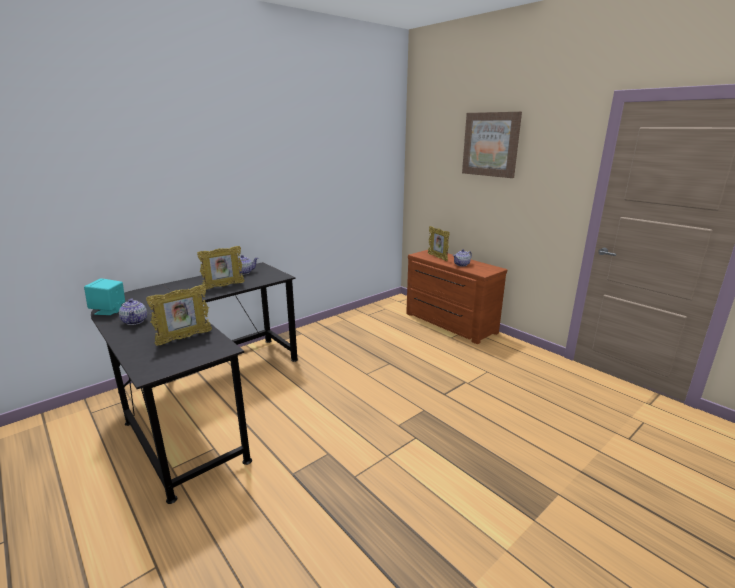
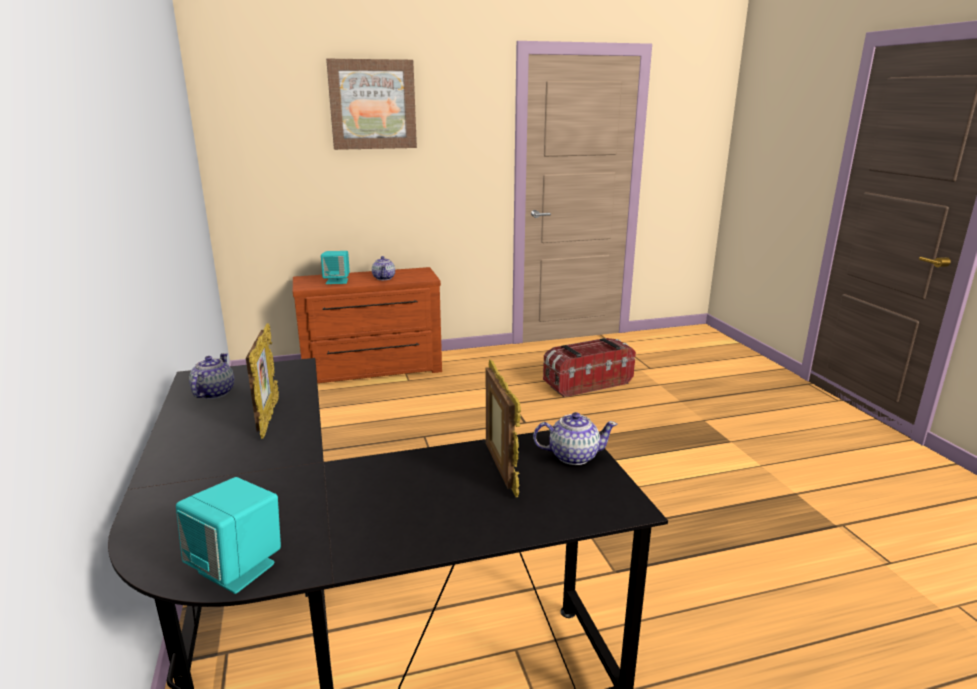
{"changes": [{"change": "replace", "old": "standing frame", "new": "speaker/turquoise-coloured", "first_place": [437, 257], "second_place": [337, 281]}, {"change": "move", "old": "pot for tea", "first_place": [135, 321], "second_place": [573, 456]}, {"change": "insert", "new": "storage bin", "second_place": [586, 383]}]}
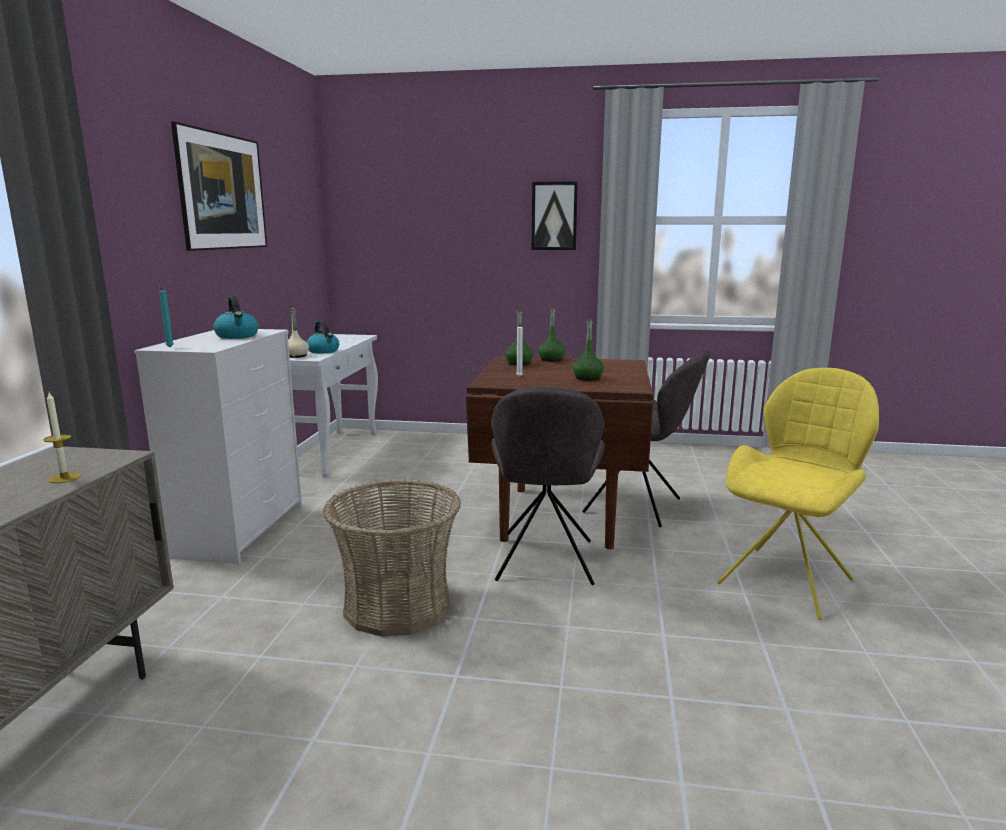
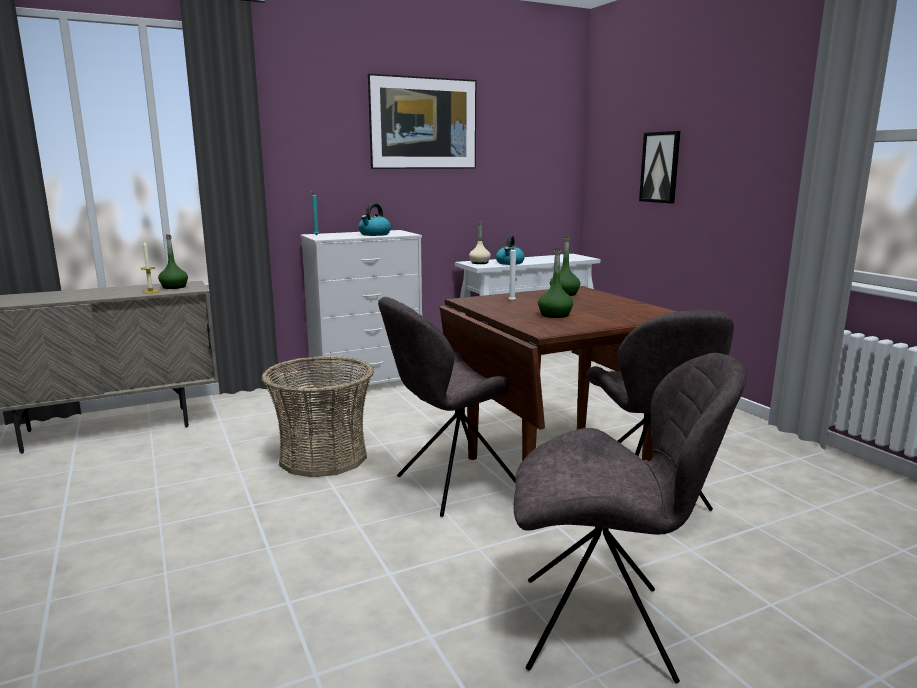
{"changes": [{"change": "move", "old": "picture", "first_place": [554, 216], "second_place": [660, 167]}, {"change": "move", "old": "drink bottle/green-coloured", "first_place": [551, 360], "second_place": [174, 287]}, {"change": "recolor", "old": "plain chair/yellow-coloured", "new": "plain chair/greyish", "first_place": [787, 580], "second_place": [603, 628]}]}
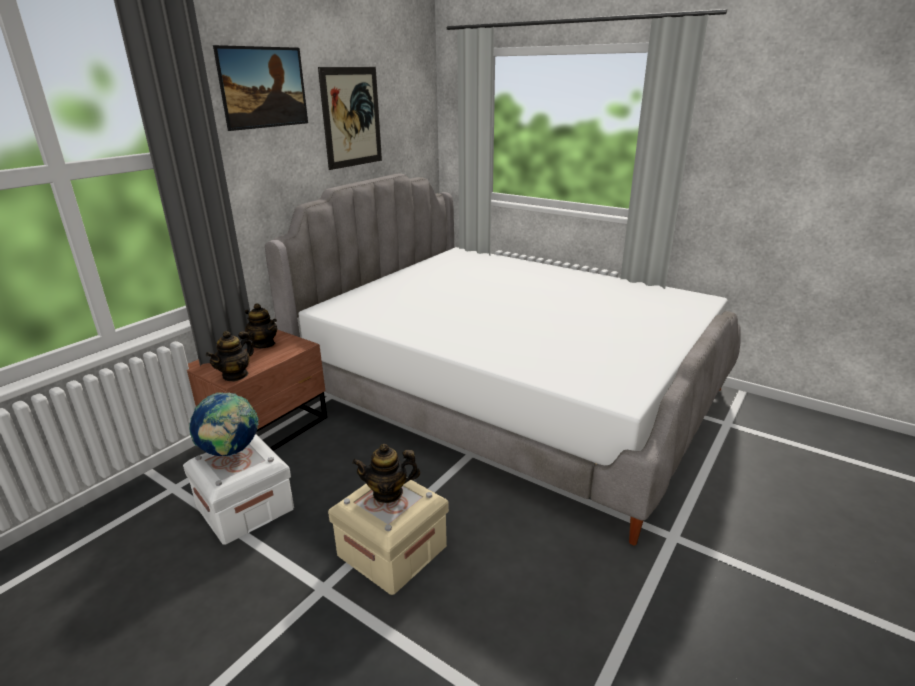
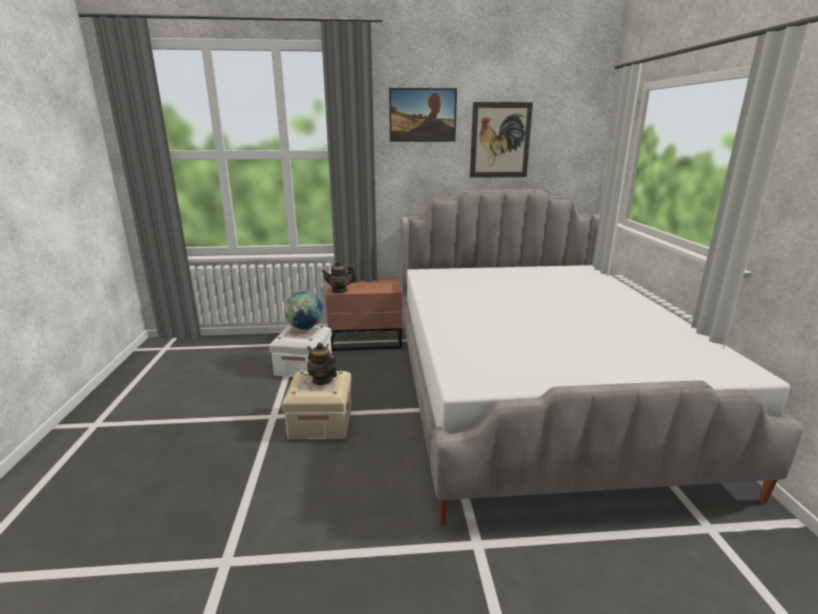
{"changes": [{"change": "delete", "old": "pot for tea", "first_place": [263, 344]}]}
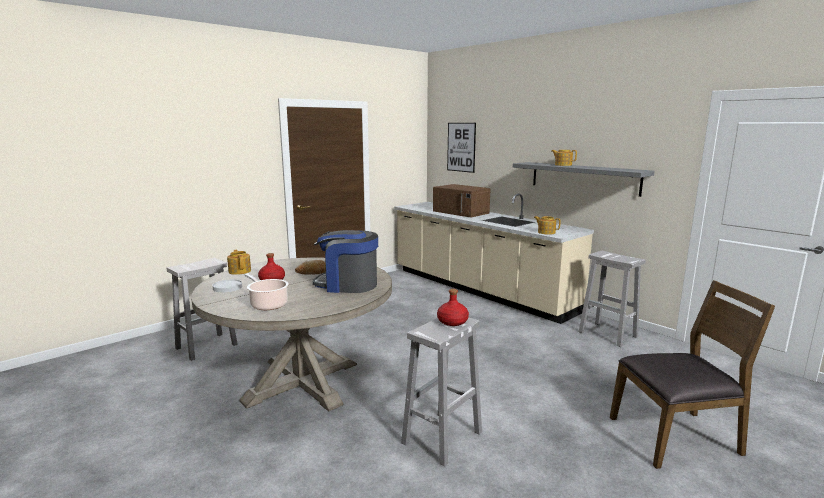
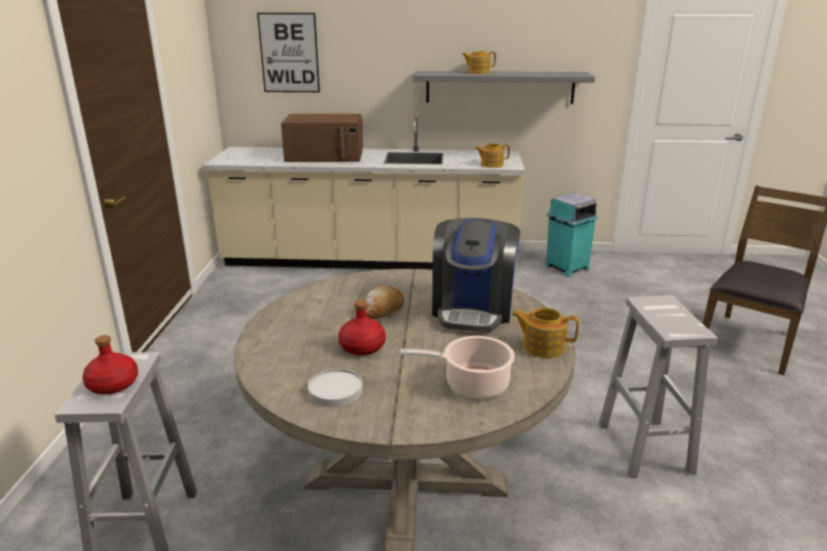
{"changes": [{"change": "rotate", "old": "coffee maker", "first_place": [347, 285], "second_place": [473, 309], "degrees": -45}, {"change": "move", "old": "pot for tea", "first_place": [240, 271], "second_place": [542, 346]}, {"change": "replace", "old": "stool/white", "new": "trash can/turquoise-coloured", "first_place": [608, 334], "second_place": [566, 267]}, {"change": "move", "old": "drink bottle/red-coloured", "first_place": [452, 322], "second_place": [114, 384]}]}
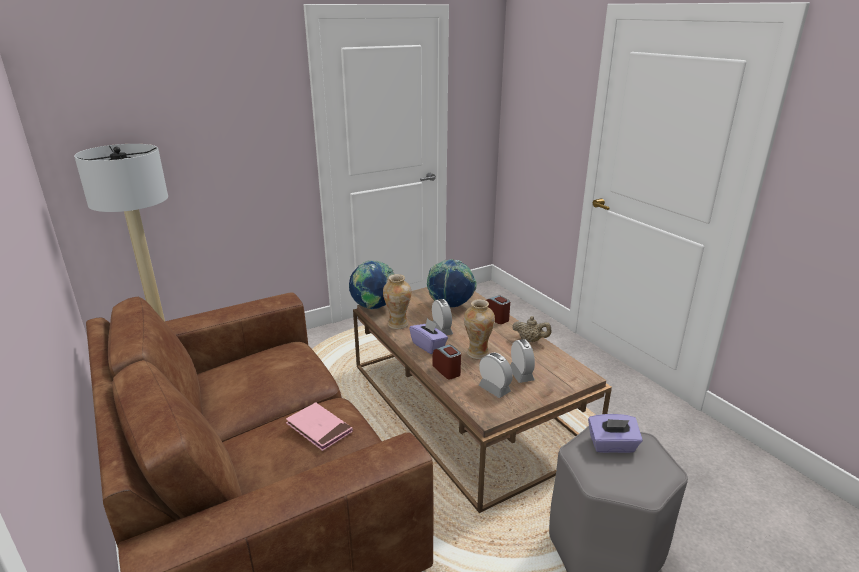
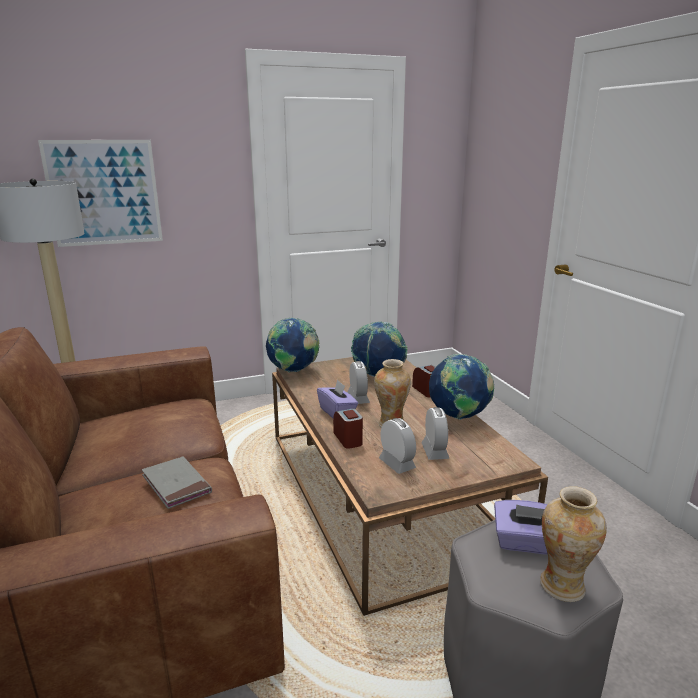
{"changes": [{"change": "move", "old": "flower vase", "first_place": [398, 324], "second_place": [562, 586]}, {"change": "replace", "old": "pot for tea/beige-coloured", "new": "globe", "first_place": [530, 340], "second_place": [459, 416]}, {"change": "recolor", "old": "volume/pinkish", "new": "volume/greyish", "first_place": [319, 428], "second_place": [176, 485]}, {"change": "insert", "new": "picture", "second_place": [104, 193]}]}
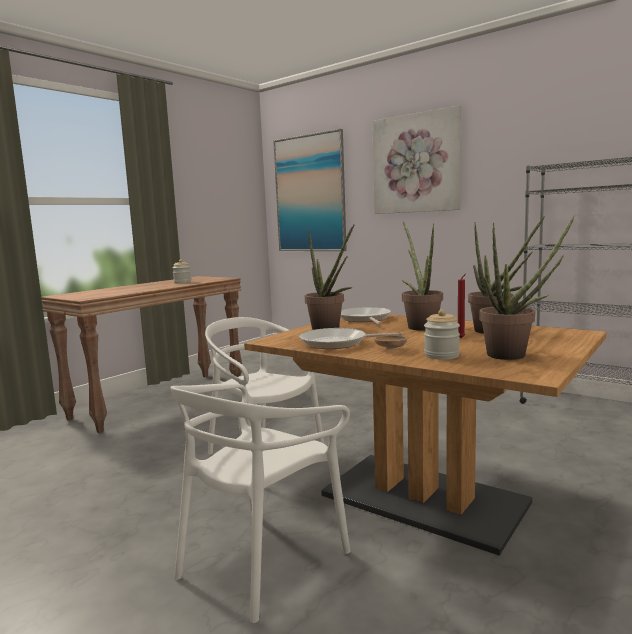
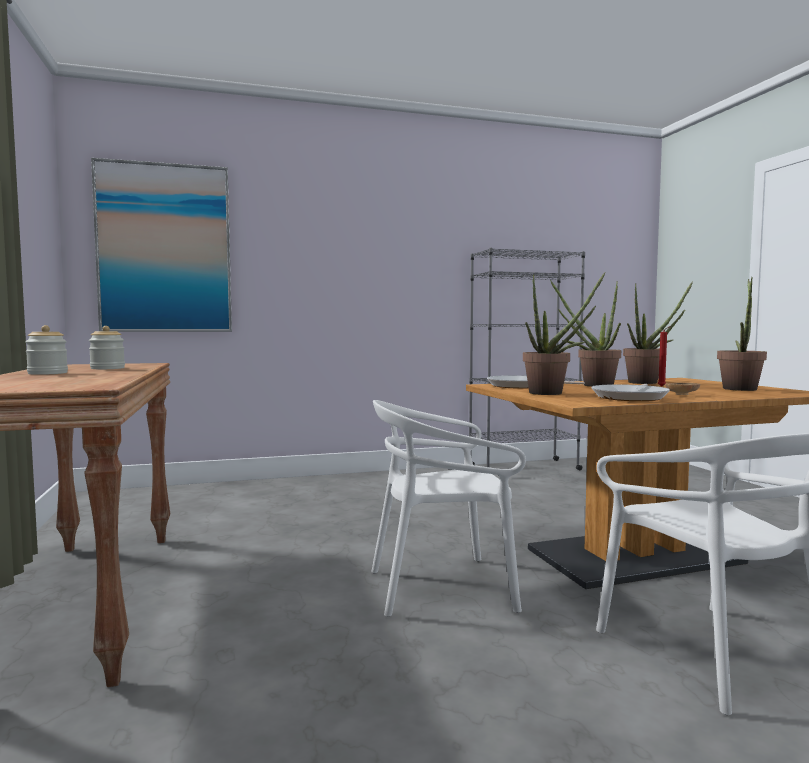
{"changes": [{"change": "delete", "old": "picture", "first_place": [416, 163]}, {"change": "move", "old": "storage jar", "first_place": [441, 355], "second_place": [47, 373]}]}
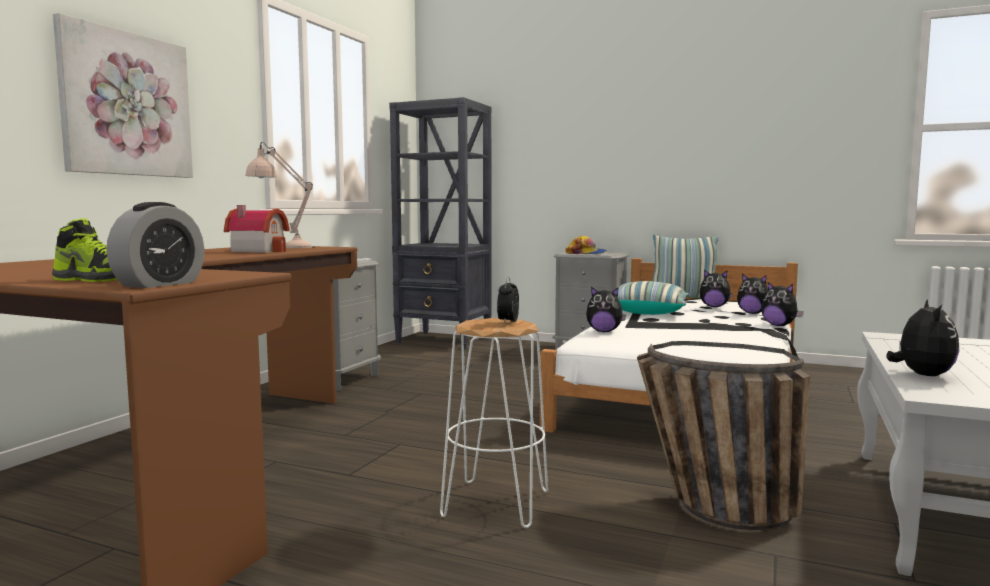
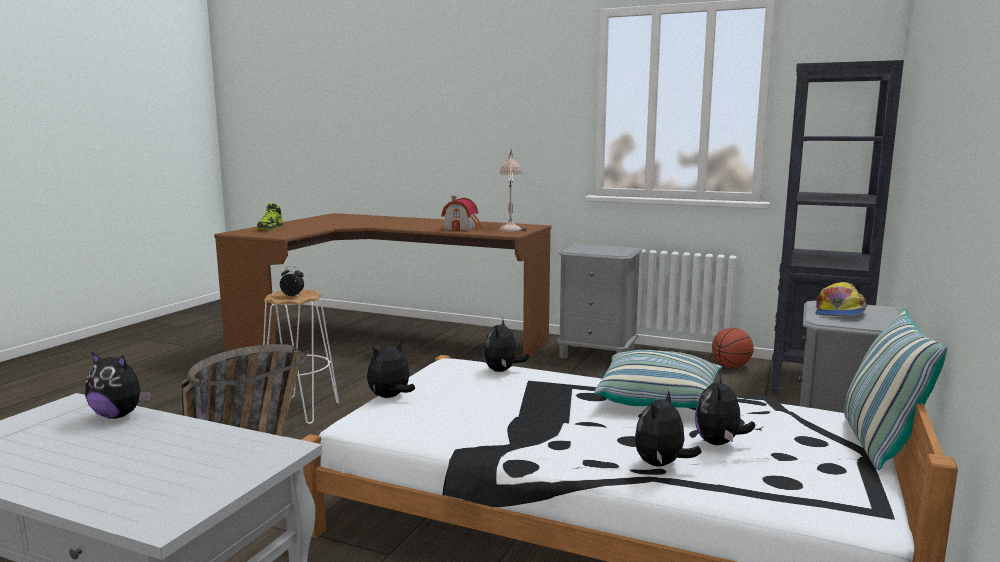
{"changes": [{"change": "delete", "old": "picture", "first_place": [126, 104]}, {"change": "delete", "old": "bedside clock", "first_place": [159, 284]}, {"change": "move", "old": "soft toy", "first_place": [779, 325], "second_place": [390, 397]}, {"change": "insert", "new": "ball for basketball", "second_place": [731, 366]}]}
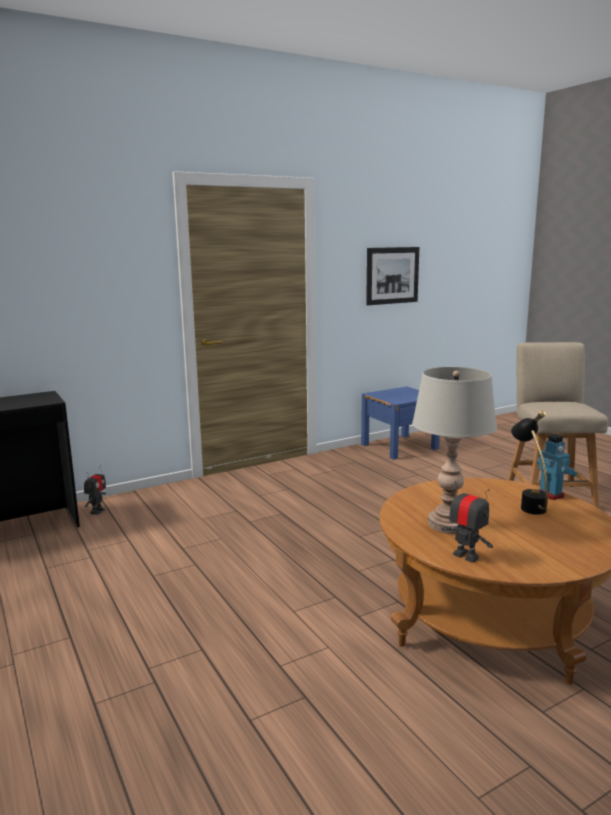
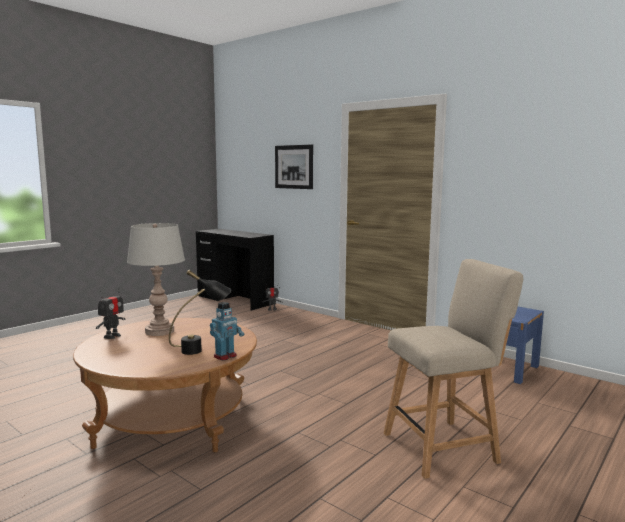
{"changes": [{"change": "move", "old": "picture", "first_place": [392, 275], "second_place": [294, 167]}]}
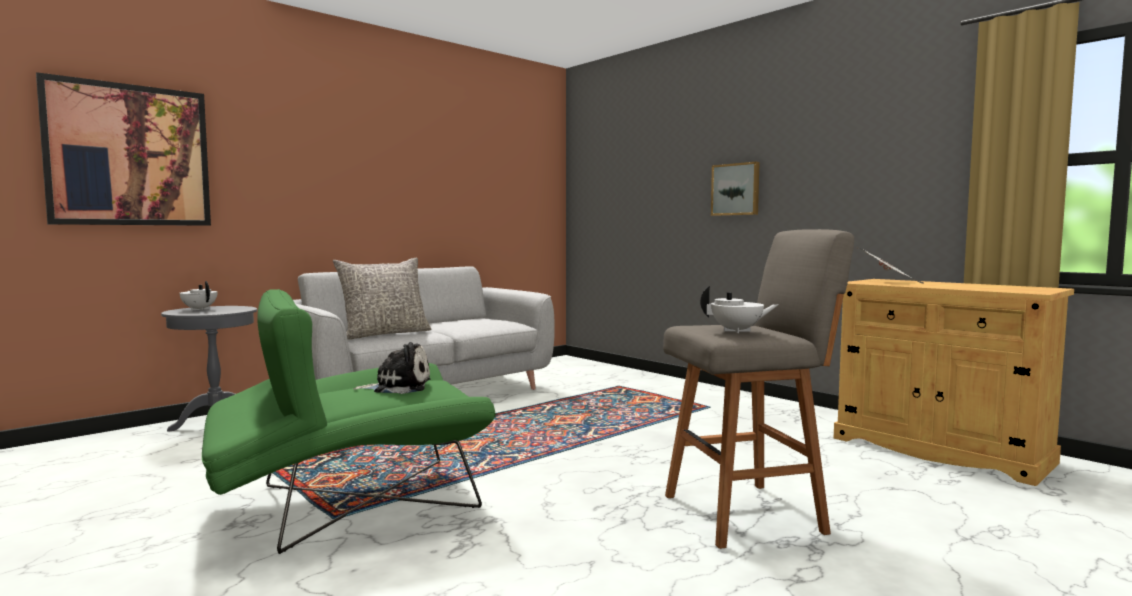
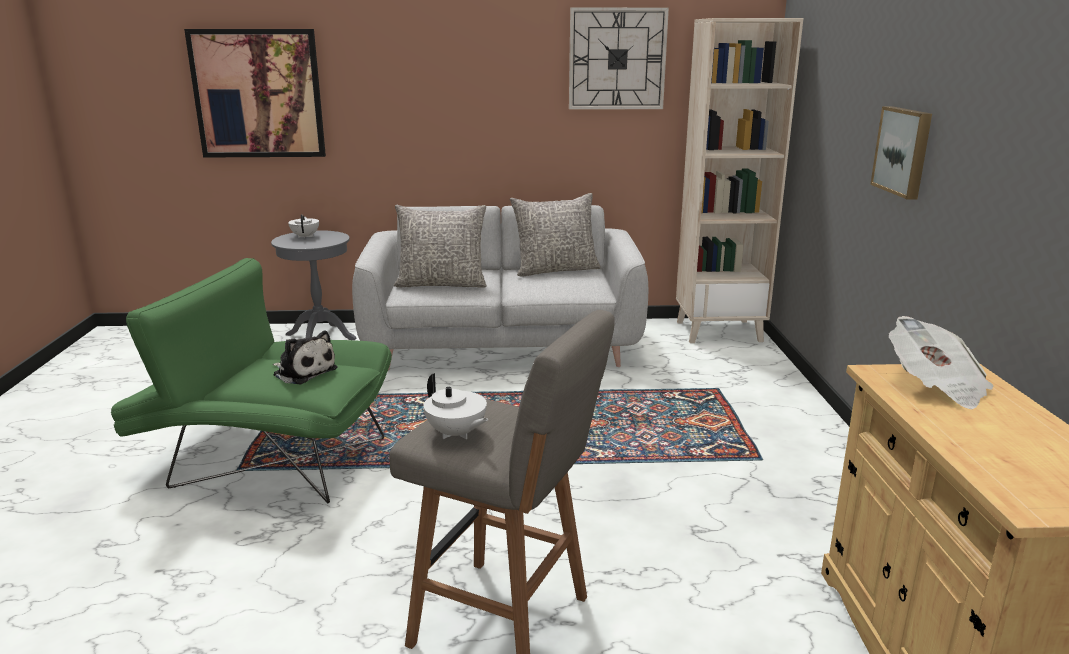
{"changes": [{"change": "insert", "new": "wall clock", "second_place": [617, 59]}, {"change": "insert", "new": "bookcase/beige-coloured", "second_place": [719, 331]}, {"change": "insert", "new": "throw pillow/greyish", "second_place": [555, 270]}]}
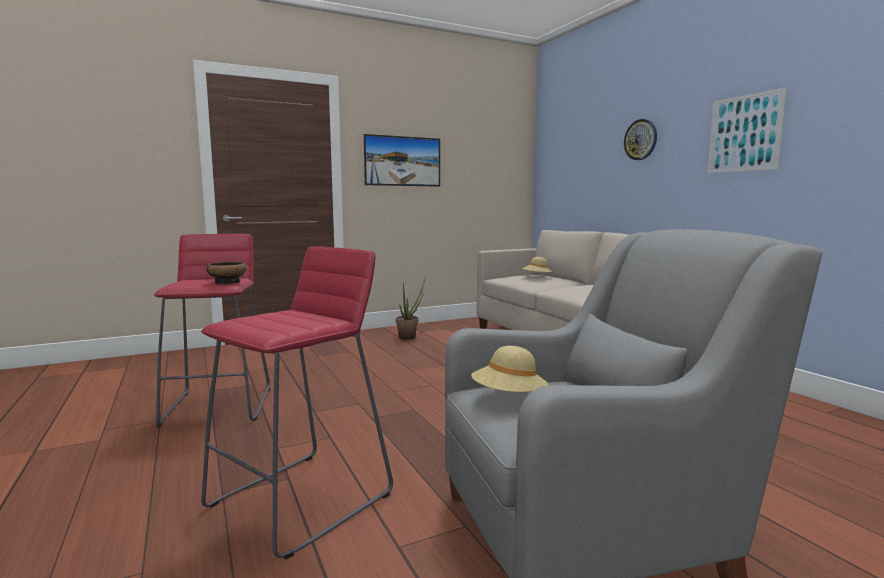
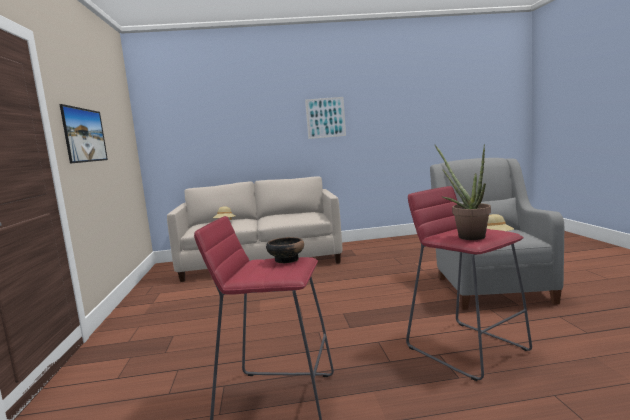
{"changes": [{"change": "delete", "old": "wall clock", "first_place": [641, 139]}, {"change": "move", "old": "plant in a pot", "first_place": [409, 336], "second_place": [466, 236]}]}
